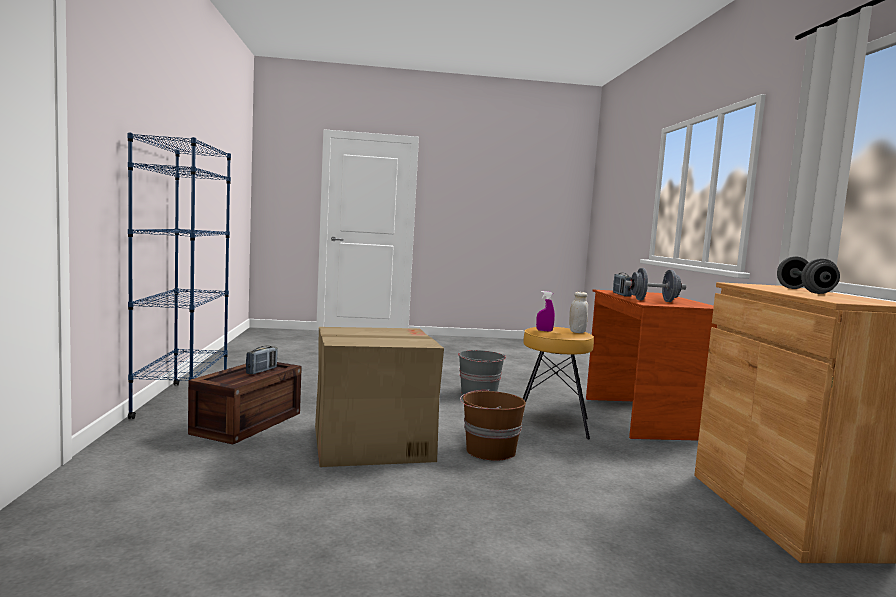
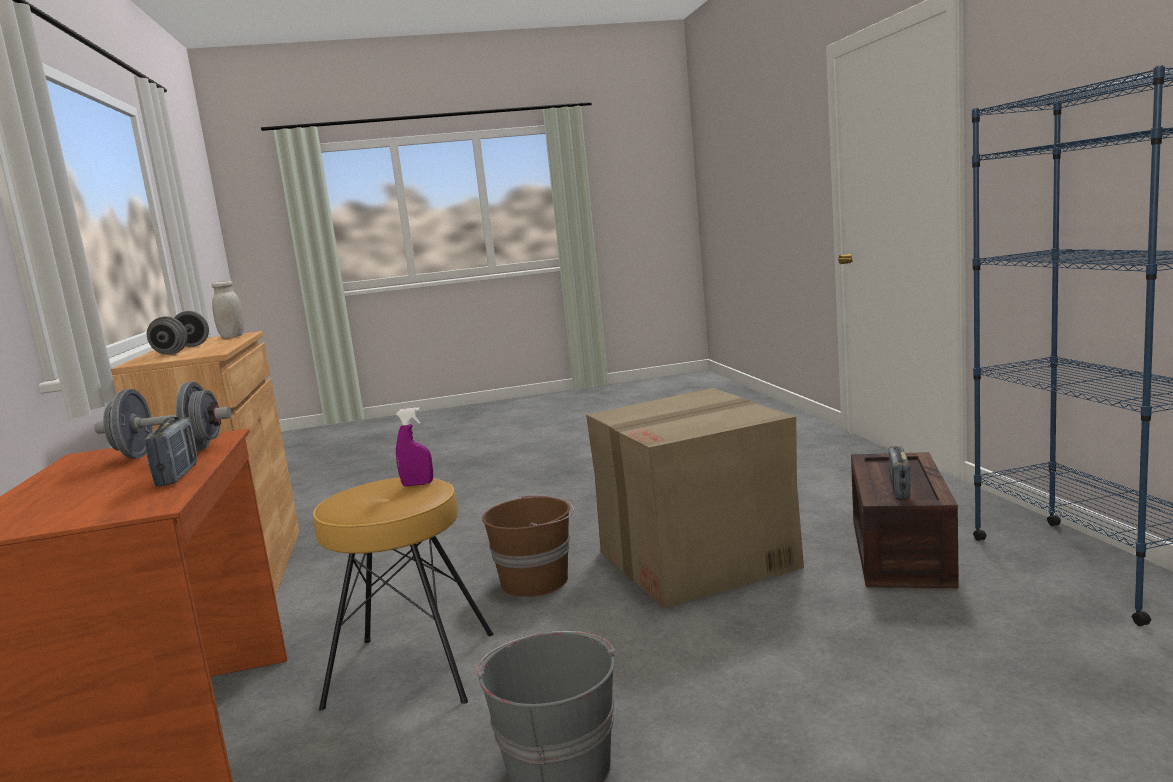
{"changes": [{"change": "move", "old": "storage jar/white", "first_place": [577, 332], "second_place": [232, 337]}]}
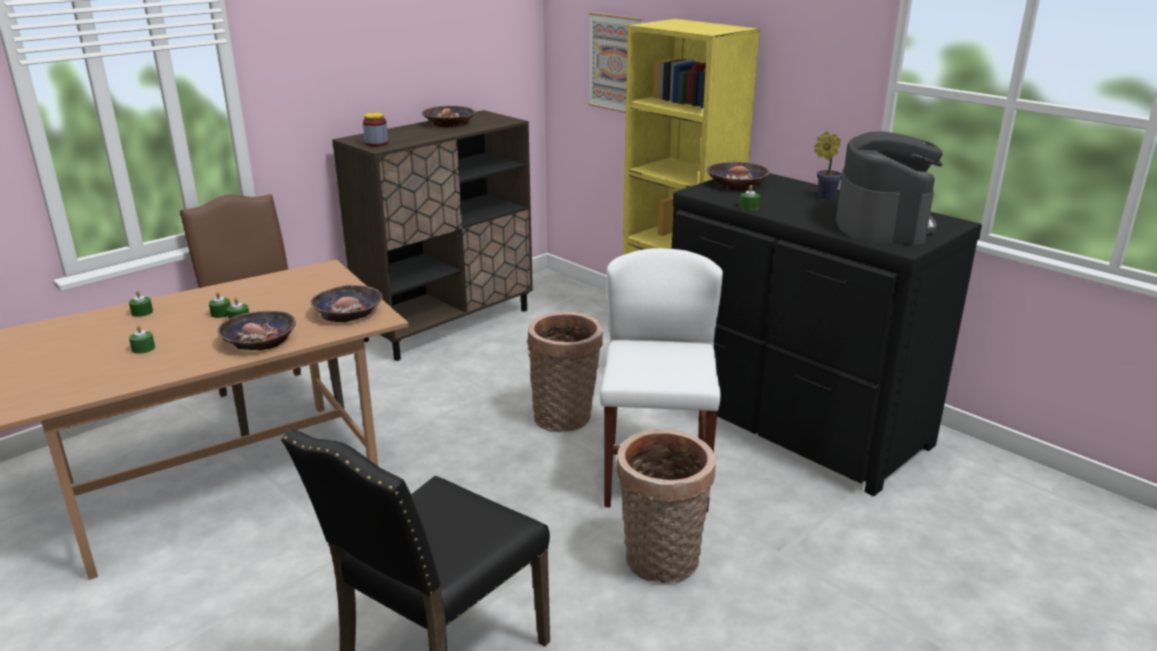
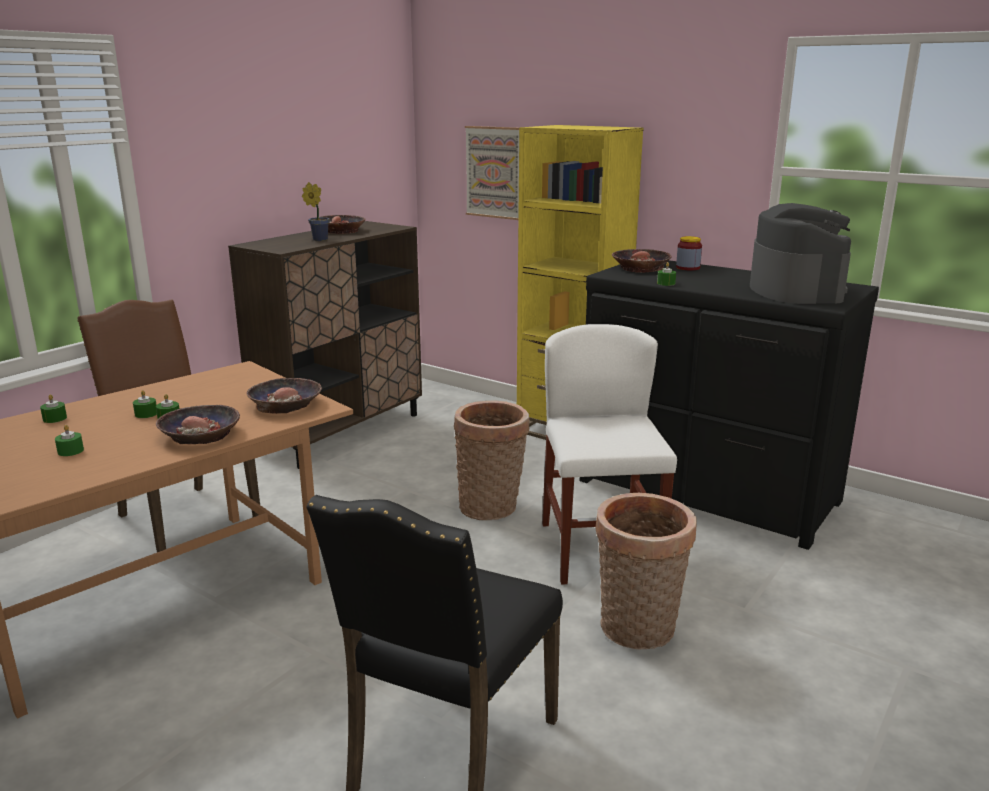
{"changes": [{"change": "move", "old": "storage jar", "first_place": [376, 143], "second_place": [688, 268]}, {"change": "move", "old": "plant in a pot", "first_place": [824, 196], "second_place": [318, 239]}]}
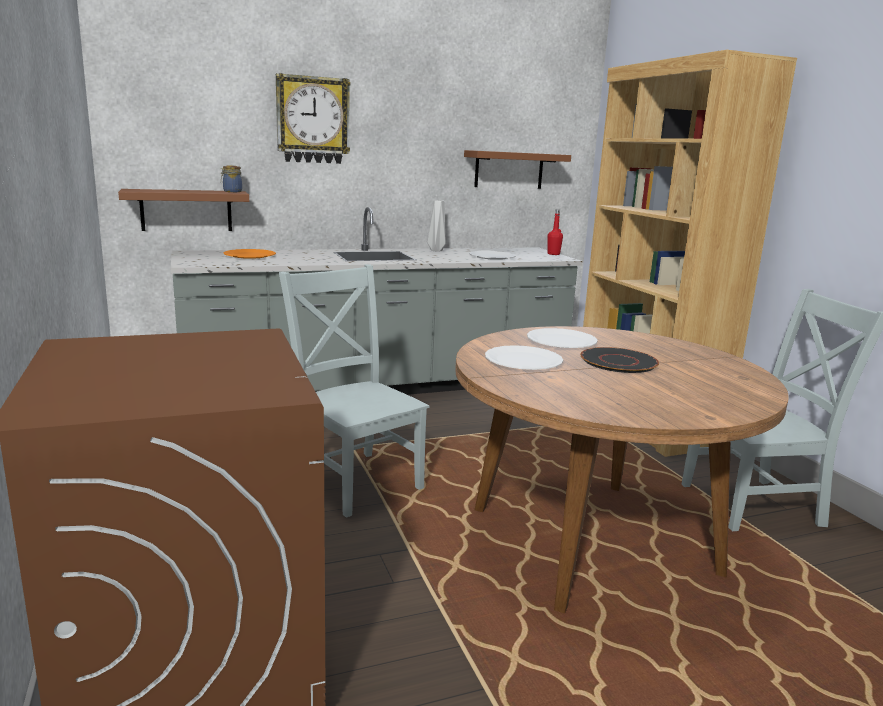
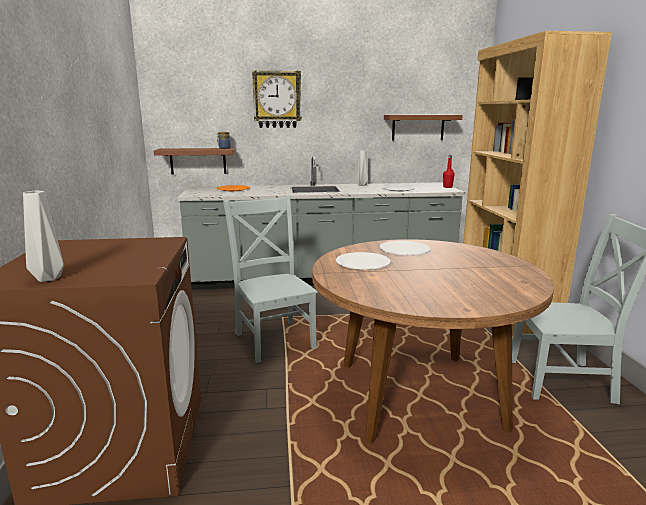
{"changes": [{"change": "delete", "old": "dinner plate/black-coloured", "first_place": [618, 362]}, {"change": "insert", "new": "flower vase/greyish", "second_place": [47, 279]}]}
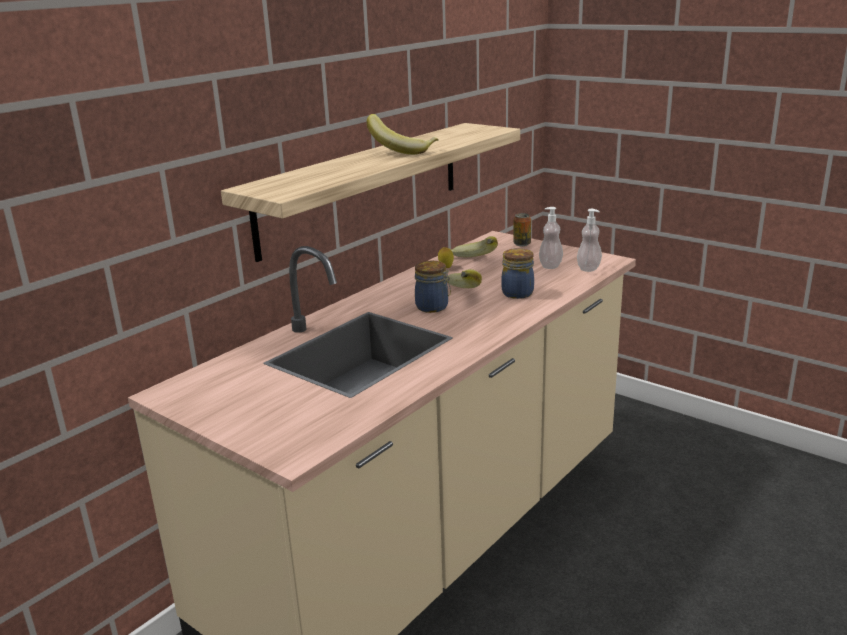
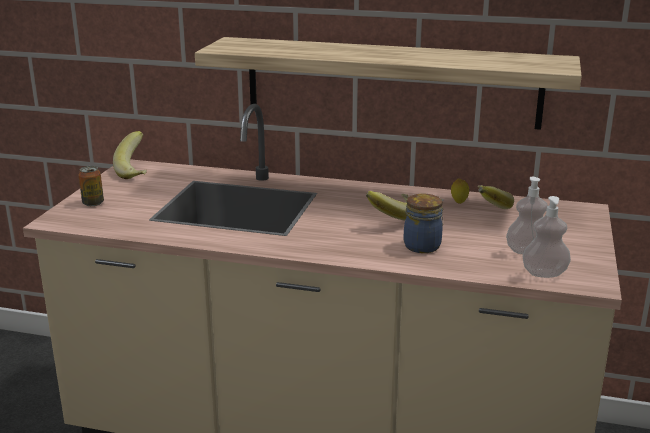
{"changes": [{"change": "move", "old": "banana fruit", "first_place": [403, 151], "second_place": [138, 172]}, {"change": "move", "old": "sealed can", "first_place": [522, 244], "second_place": [93, 203]}, {"change": "delete", "old": "storage jar", "first_place": [433, 307]}]}
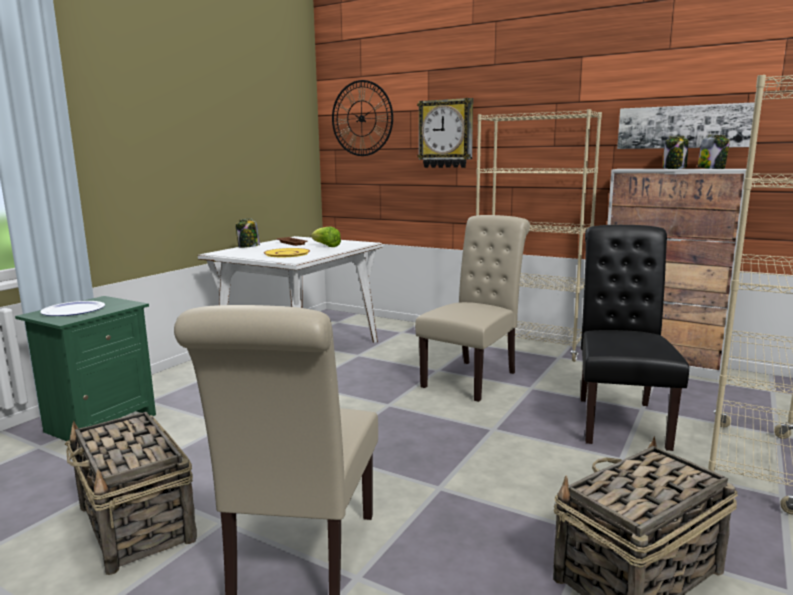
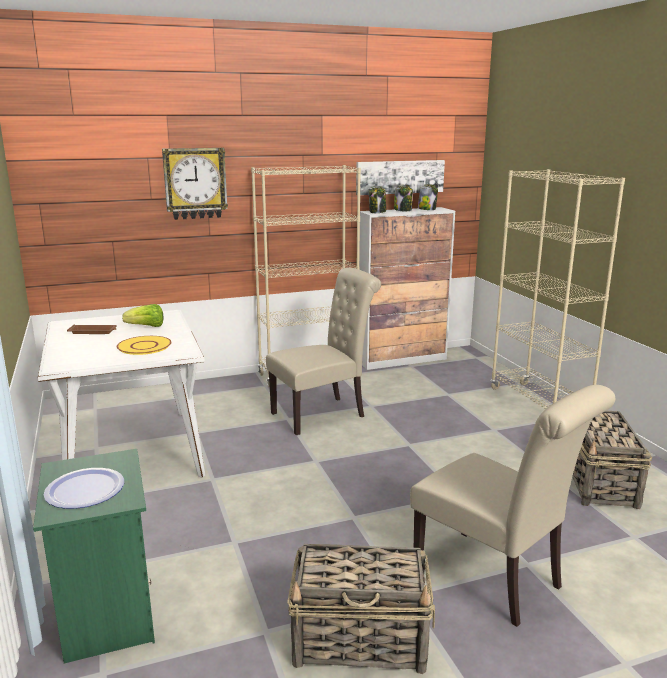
{"changes": [{"change": "delete", "old": "wall clock", "first_place": [361, 118]}, {"change": "rotate", "old": "plain chair/beige-coloured", "first_place": [474, 377], "second_place": [323, 414], "degrees": 75}, {"change": "move", "old": "storage jar", "first_place": [248, 247], "second_place": [377, 212]}, {"change": "delete", "old": "plain chair/black-coloured", "first_place": [619, 419]}]}
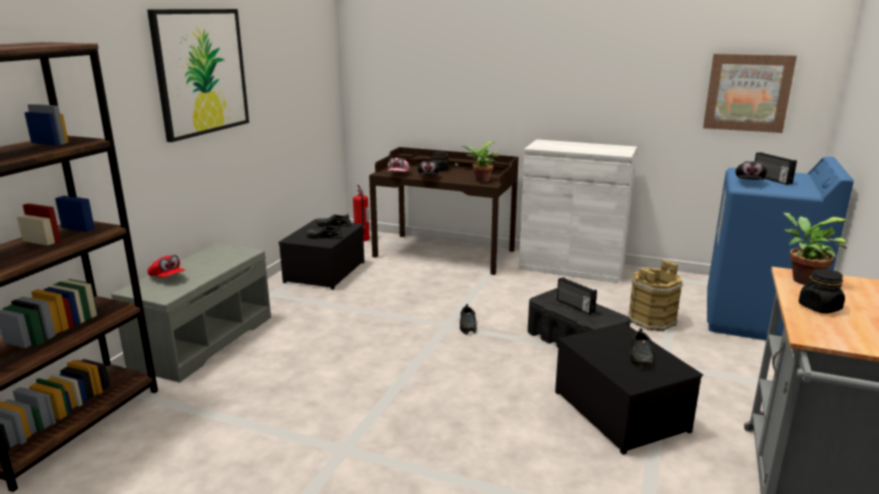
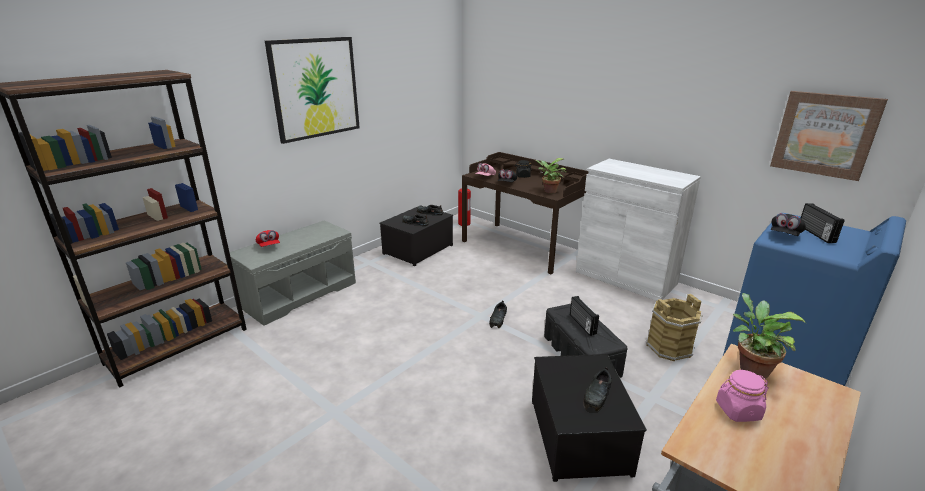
{"changes": [{"change": "recolor", "old": "storage jar/black-coloured", "new": "storage jar/pinkish", "first_place": [819, 307], "second_place": [737, 411]}]}
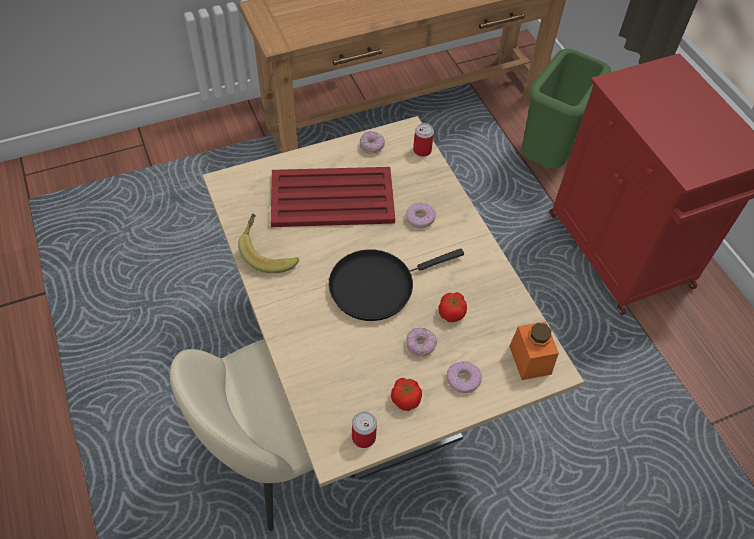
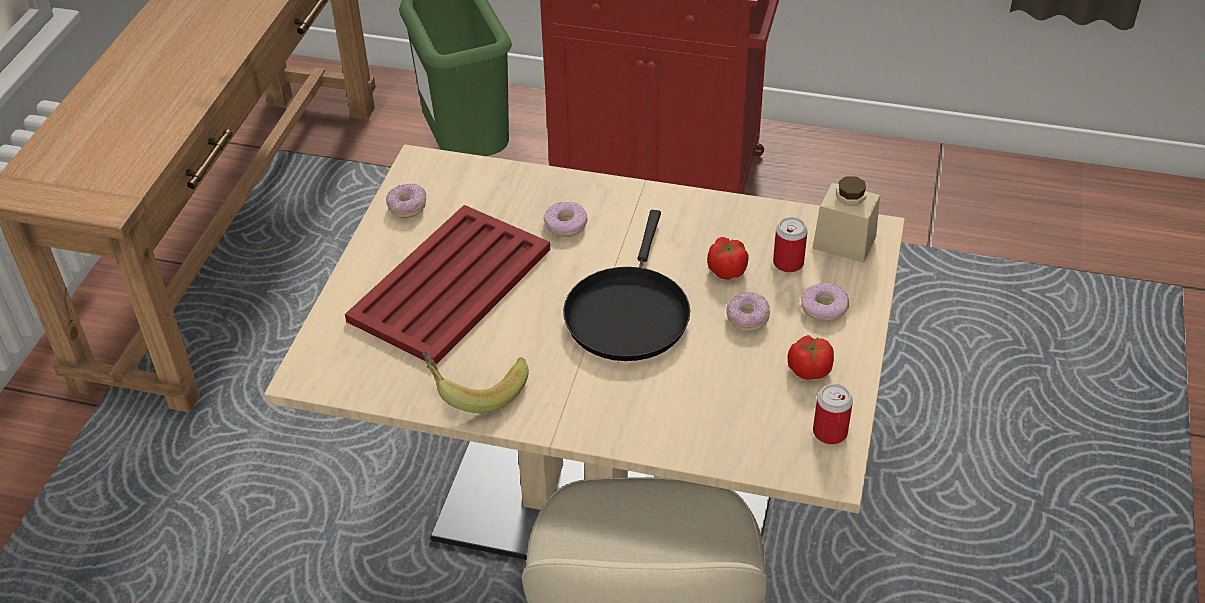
{"changes": [{"change": "move", "old": "sealed can", "first_place": [422, 150], "second_place": [788, 263]}, {"change": "recolor", "old": "storage jar/orangey", "new": "storage jar/beige-coloured", "first_place": [530, 360], "second_place": [844, 242]}]}
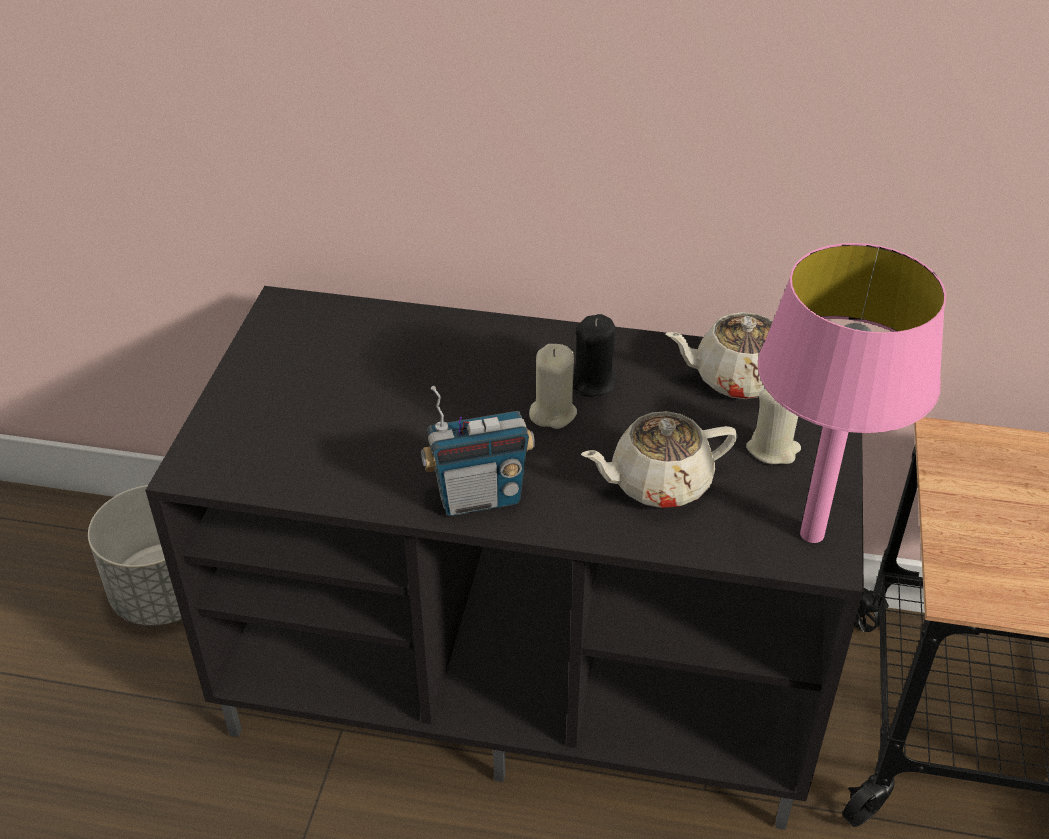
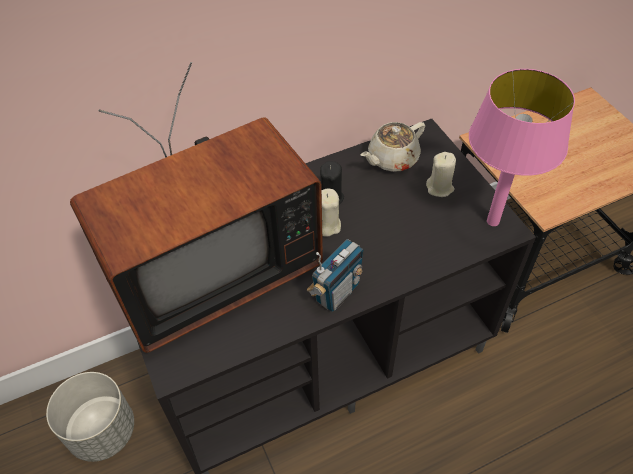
{"changes": [{"change": "delete", "old": "pot for tea/beige-coloured", "first_place": [658, 483]}, {"change": "insert", "new": "TV set", "second_place": [209, 269]}]}
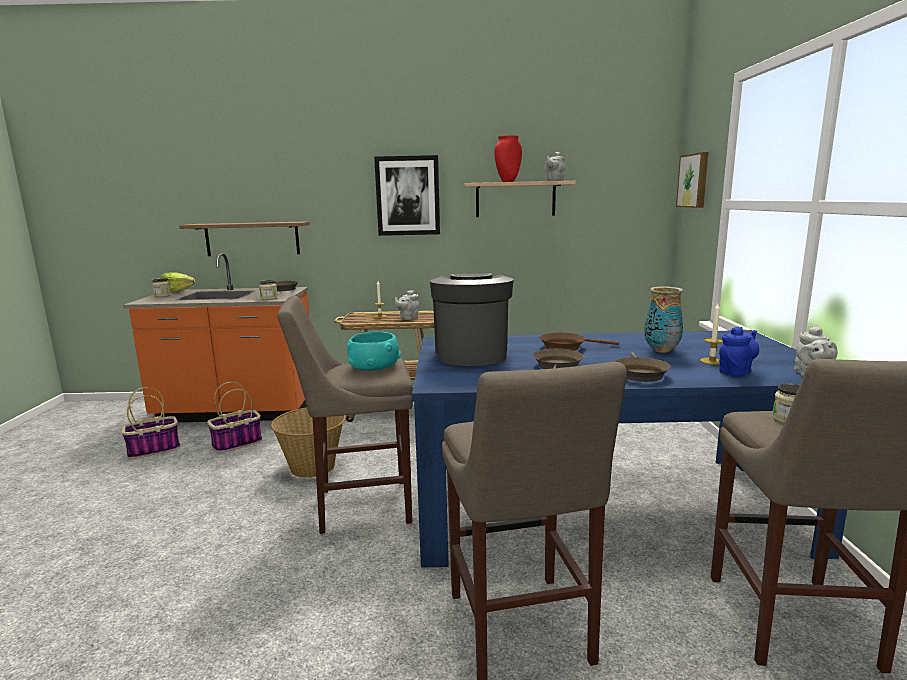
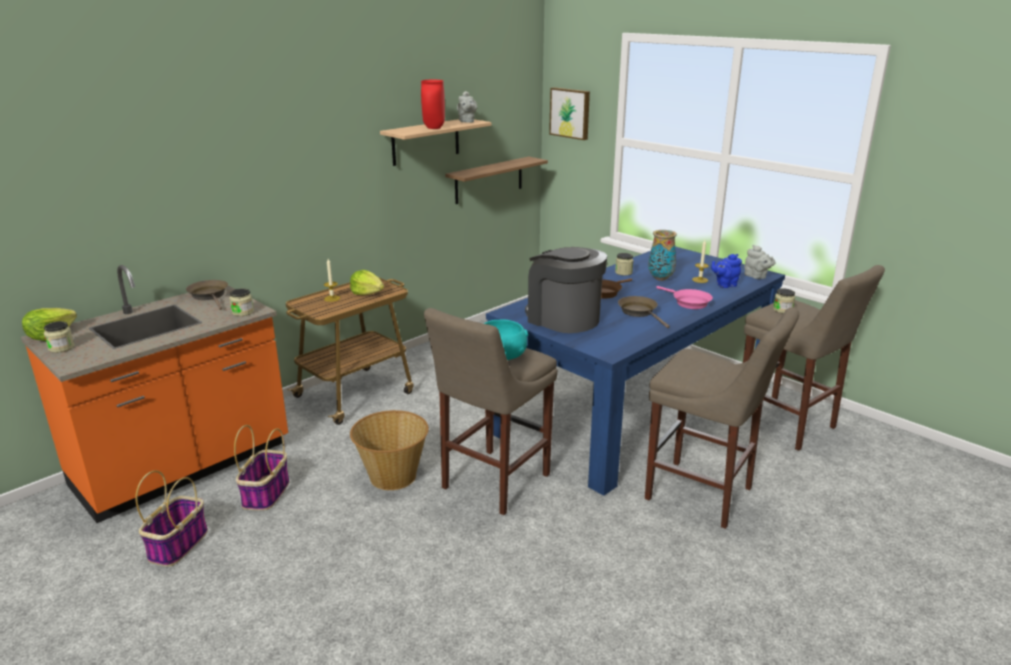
{"changes": [{"change": "delete", "old": "picture", "first_place": [408, 196]}, {"change": "move", "old": "wall shelf", "first_place": [252, 239], "second_place": [489, 180]}, {"change": "replace", "old": "pot for tea/greyish", "new": "head of lettuce", "first_place": [408, 318], "second_place": [367, 293]}, {"change": "rotate", "old": "pot for tea/blue-coloured", "first_place": [736, 371], "second_place": [724, 285], "degrees": -120}, {"change": "recolor", "old": "skillet/brown", "new": "skillet/pinkish", "first_place": [639, 374], "second_place": [688, 302]}, {"change": "insert", "new": "storage jar", "second_place": [623, 272]}]}
